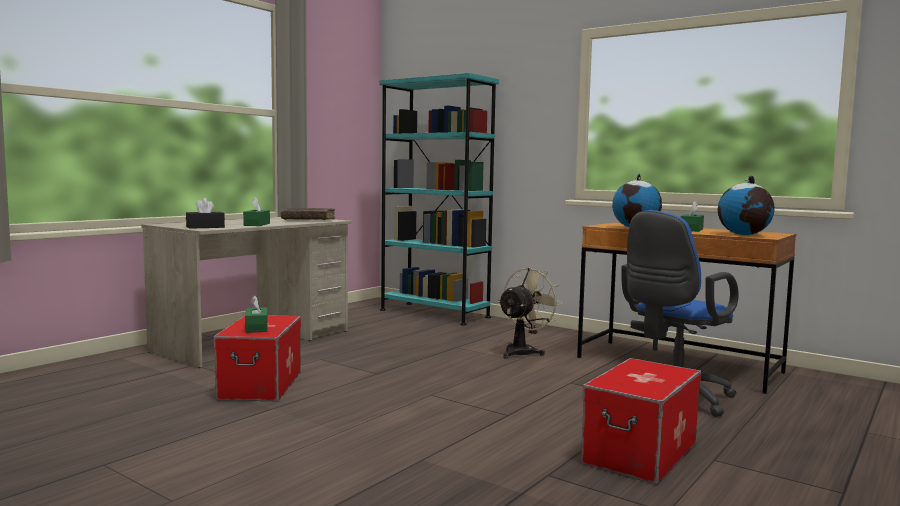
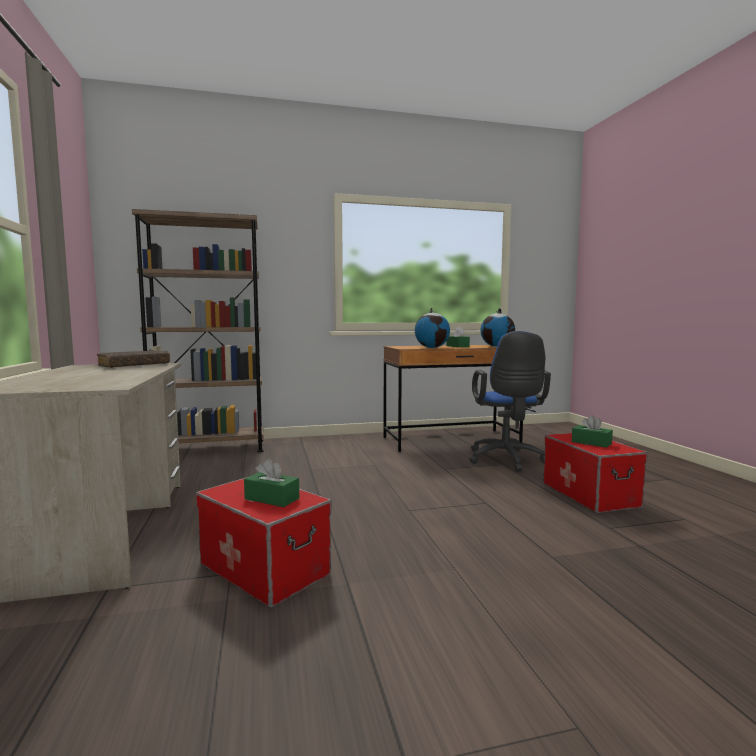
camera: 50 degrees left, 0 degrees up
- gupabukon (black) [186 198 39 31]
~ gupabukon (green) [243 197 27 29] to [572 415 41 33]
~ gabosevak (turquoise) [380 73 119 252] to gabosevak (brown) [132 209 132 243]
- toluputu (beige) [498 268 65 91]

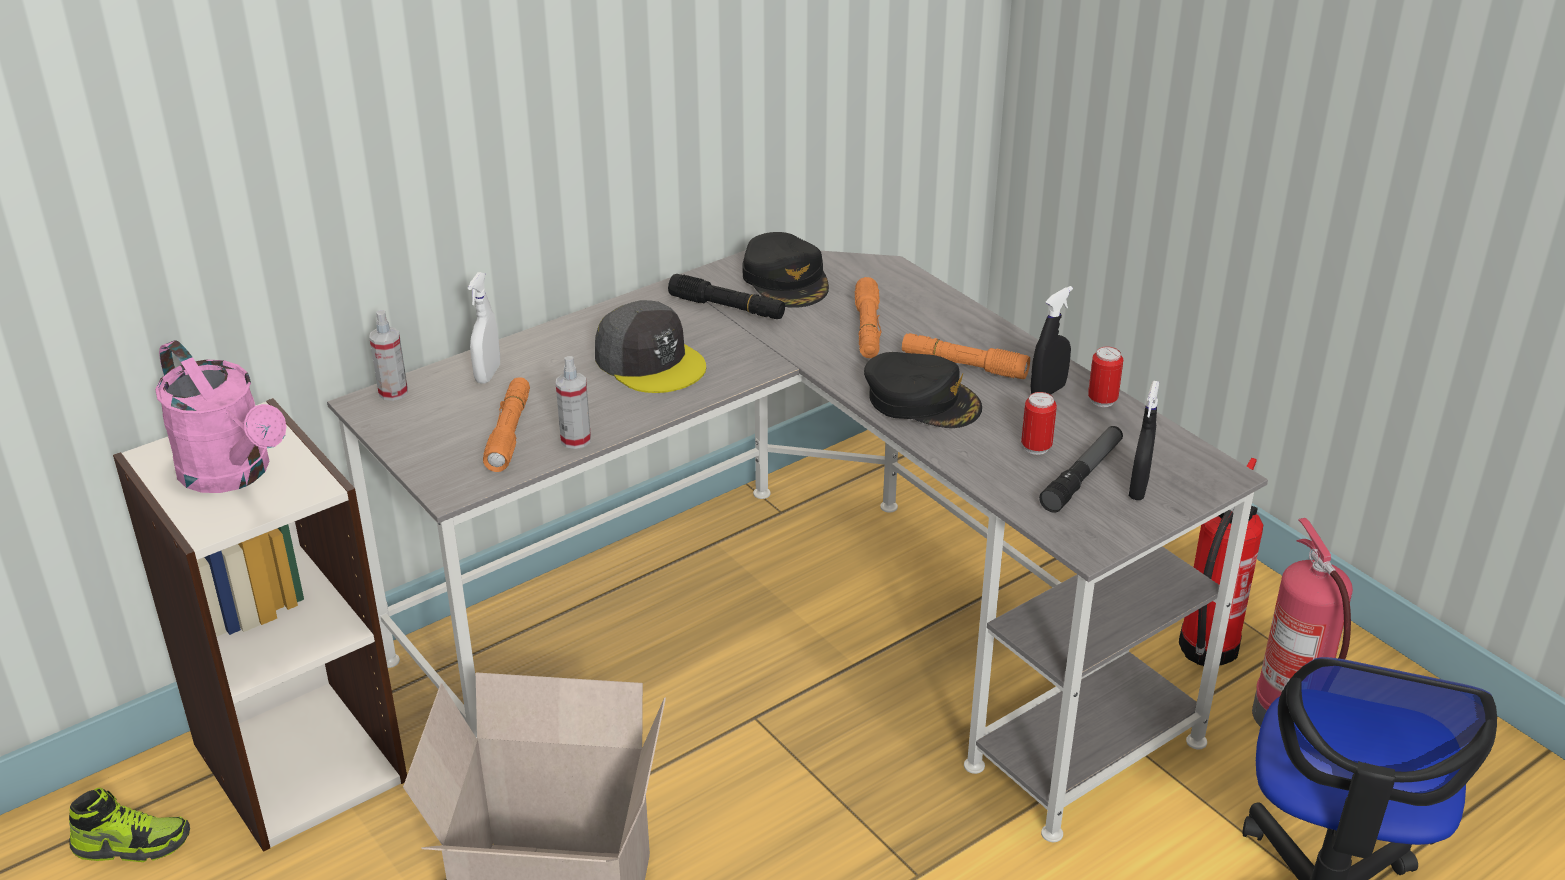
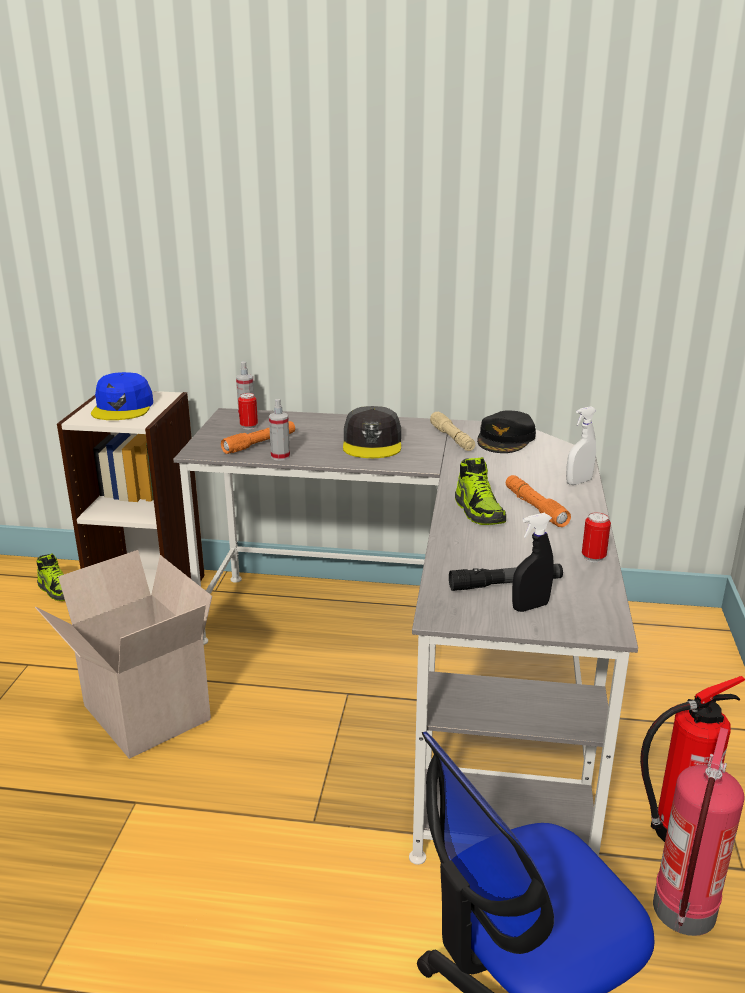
camera: 45 degrees right, 10 degrees down
~ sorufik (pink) [155 340 131 153] to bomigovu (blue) [91 372 62 48]
~ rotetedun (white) [468 272 32 112] to [566 406 30 79]
~ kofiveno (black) [668 274 117 45] to kofiveno (beige) [430 412 45 39]
- kofiveno (orange) [855 277 27 81]
~ bomigovu (black) [864 352 118 76] to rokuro [455 457 51 68]
~ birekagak [1021 392 36 63] to [238 393 20 36]
- rotetedun (black) [1031 286 42 109]

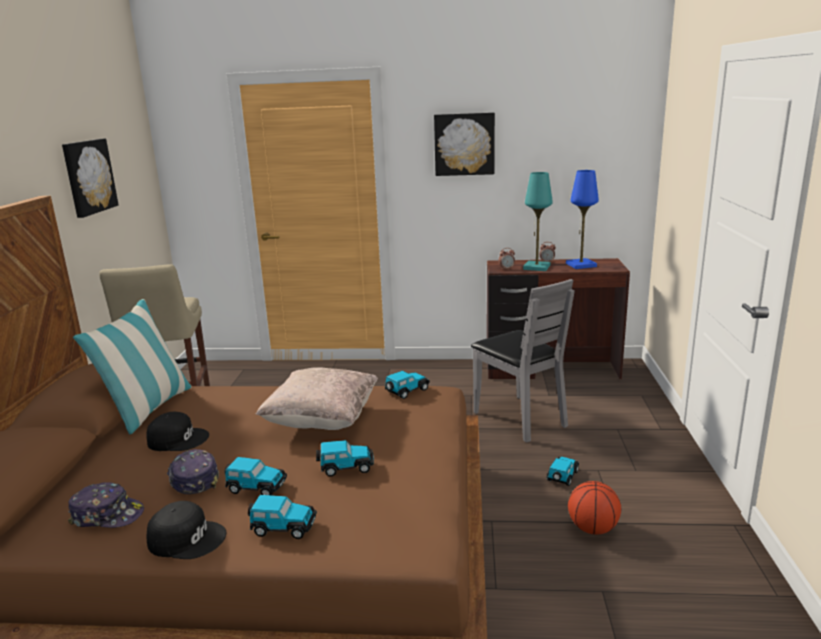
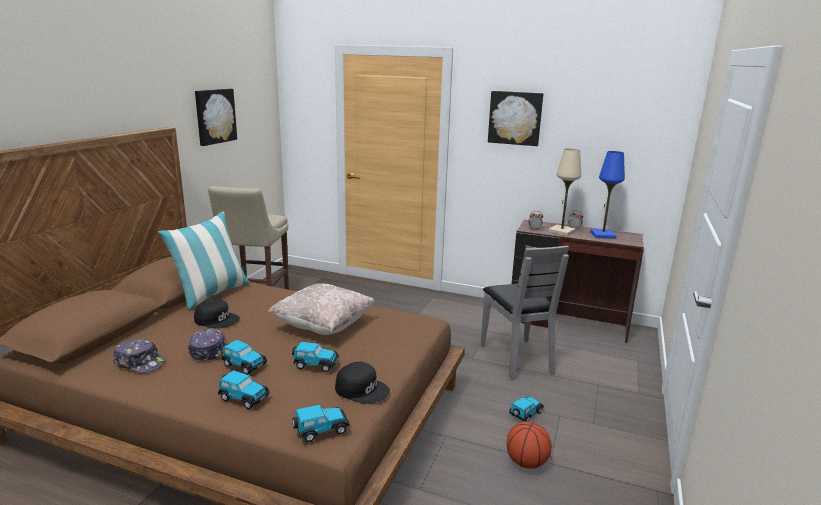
camera: 15 degrees right, 0 degrees up
~ bomigovu (black) [146 501 80 58] to [335 362 55 42]
~ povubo [385 371 45 28] to [292 404 57 38]
~ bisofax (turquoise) [523 172 30 99] to bisofax (beige) [548 148 33 88]

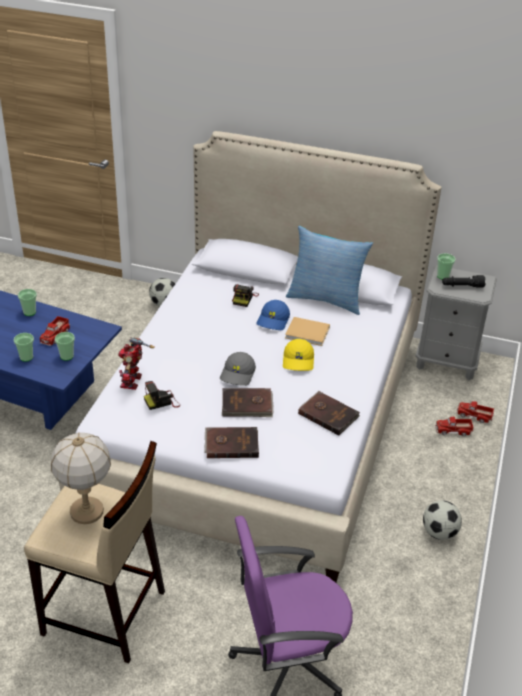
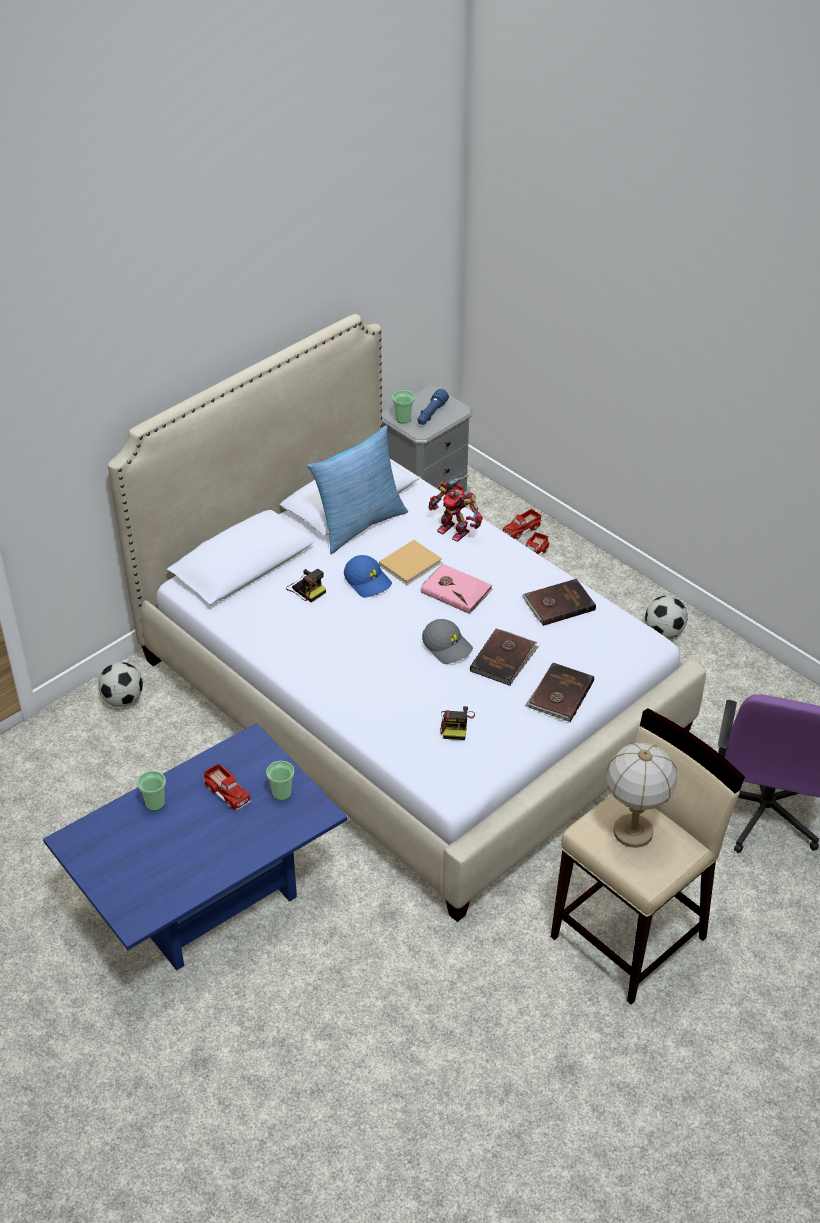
camera: 60 degrees left, 5 degrees up
- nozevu [14 333 20 29]
~ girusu [118 338 37 52] to [428 475 55 67]
~ bomigovu (yellow) [283 339 31 32] to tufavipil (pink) [421 563 72 51]
~ kofiveno (black) [442 275 44 12] to kofiveno (blue) [417 389 32 36]

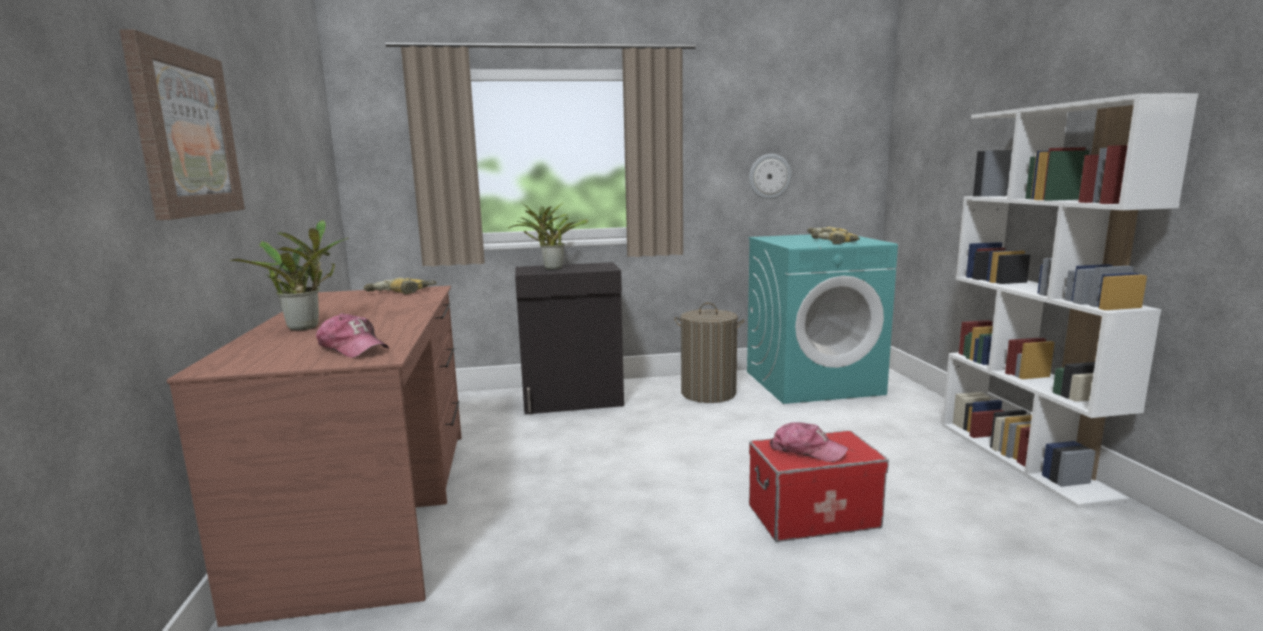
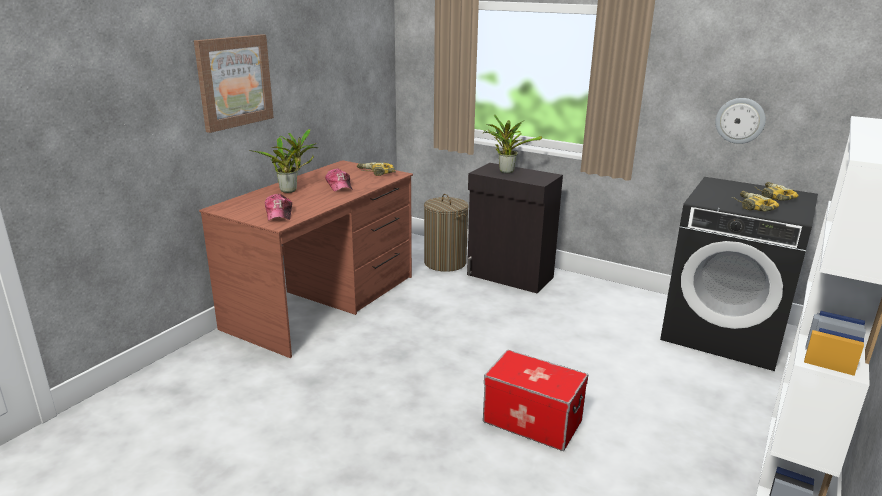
camera: 40 degrees right, 10 degrees up
~ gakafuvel [674 302 71 101] to [424 194 44 78]
~ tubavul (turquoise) [747 234 151 170] to tubavul (black) [660 177 158 194]
~ bomigovu [770 422 78 40] to [325 168 28 24]

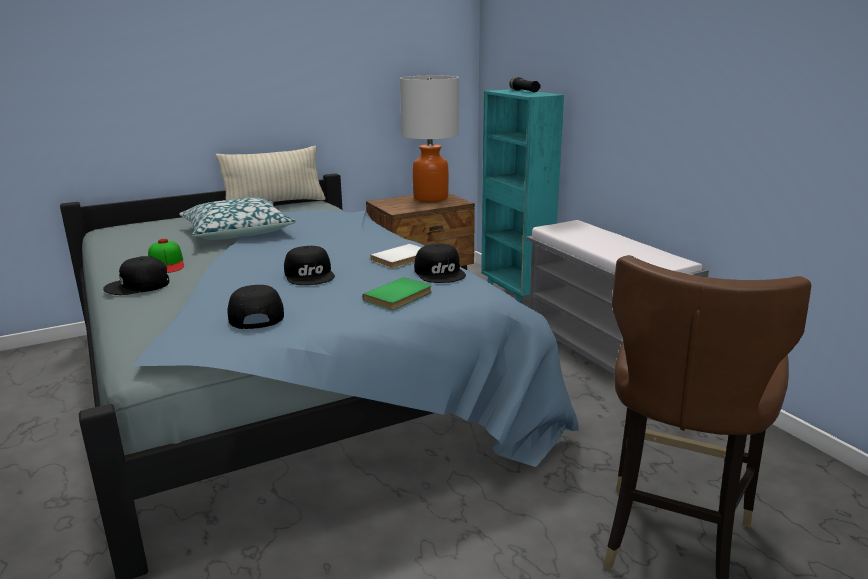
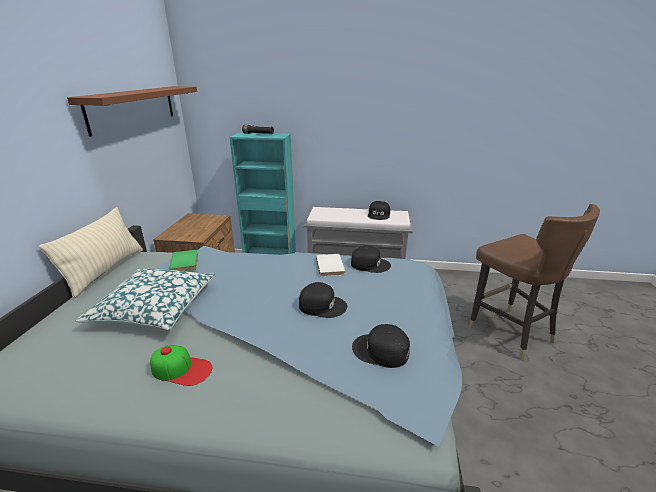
camera: 55 degrees left, 5 degrees up
~ bomigovu (black) [103 256 66 39] to [368 201 22 19]
~ tufavipil (green) [363 277 69 33] to [169 250 29 21]
- bisofax [400 76 59 126]
+ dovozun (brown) [67 86 130 51]

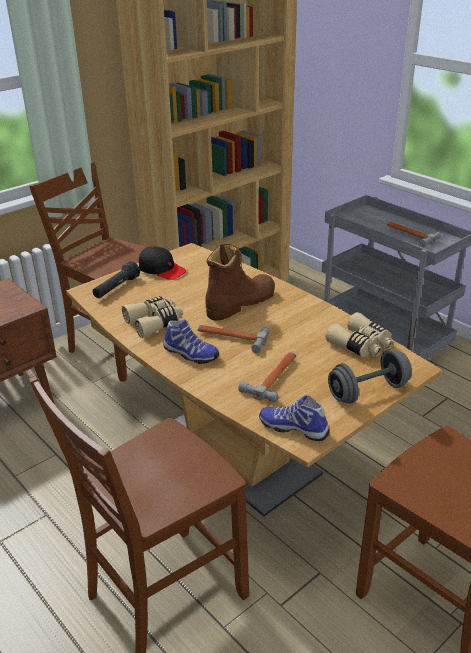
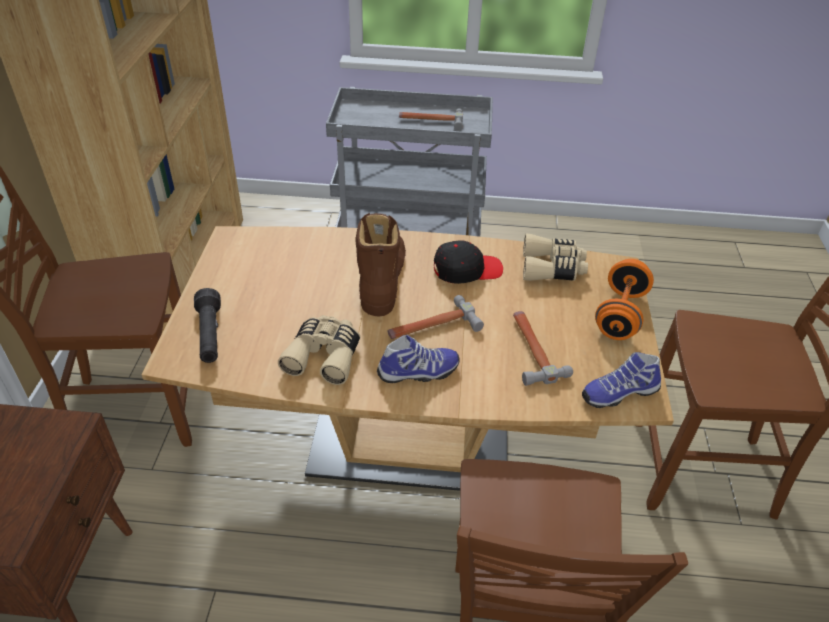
camera: 45 degrees left, 10 degrees up
~ bomigovu (black) [139 246 48 34] to [434 241 69 43]
~ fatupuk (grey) [328 349 84 55] to fatupuk (orange) [595 259 59 81]

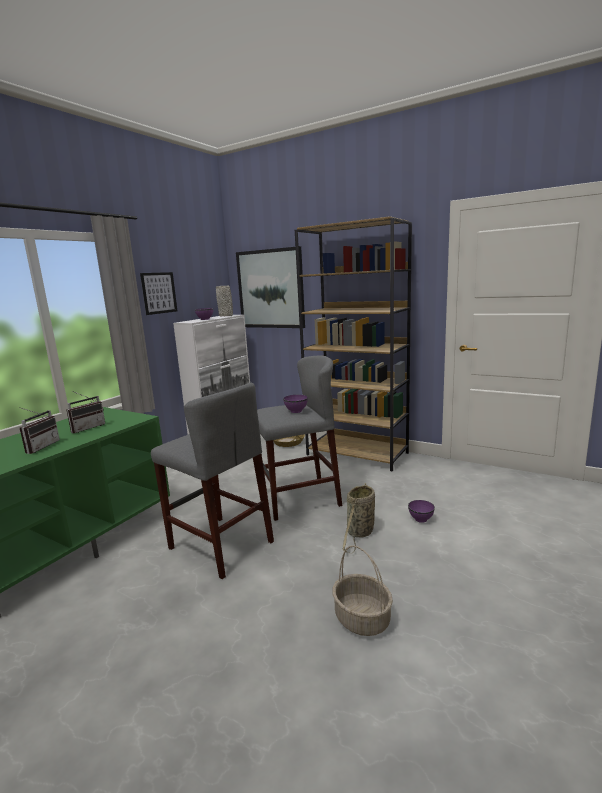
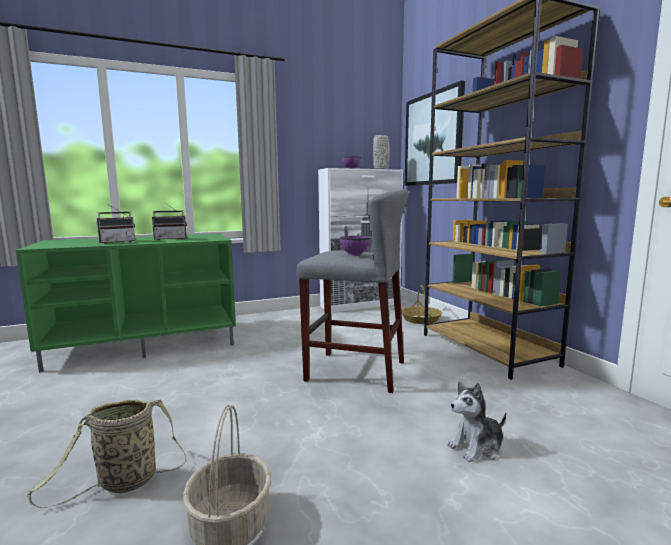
camera: 35 degrees right, 5 degrees down
- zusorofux [140 272 37 43]
- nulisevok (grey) [151 382 123 197]
~ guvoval [343 483 32 70] to [27 399 159 109]
~ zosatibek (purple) [408 500 27 23] to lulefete [447 382 59 80]

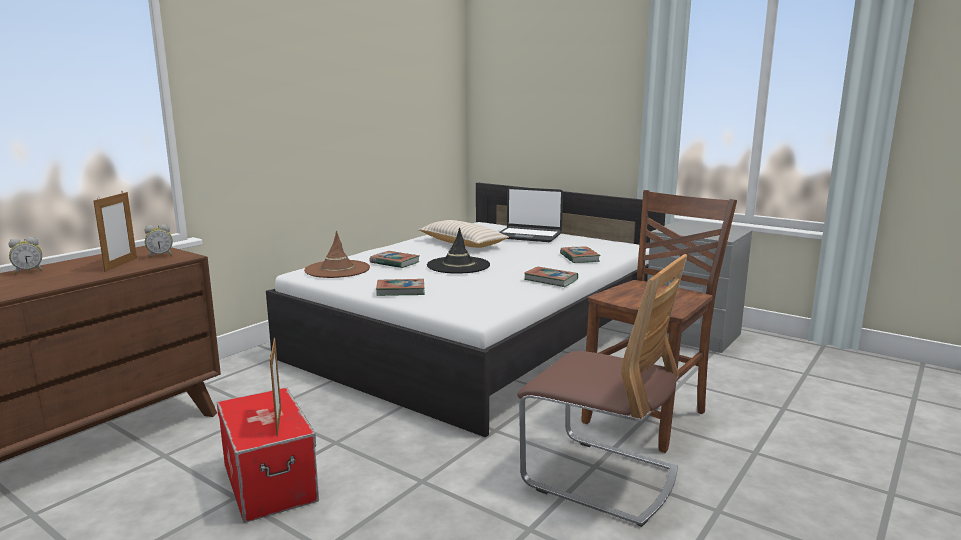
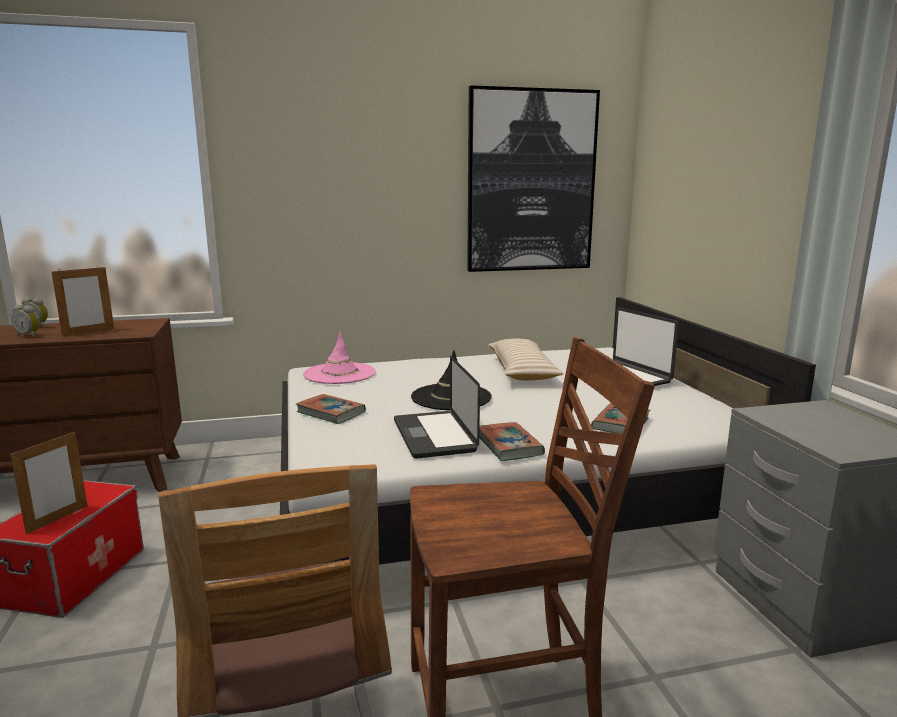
camera: 40 degrees right, 0 degrees up
~ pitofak [145 224 28 34] to [12 305 28 32]
~ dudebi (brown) [304 231 66 47] to dudebi (pink) [303 332 73 52]
- tufavipil [370 251 50 17]
+ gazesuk [394 356 86 103]
+ zusorofux [467 85 133 187]

